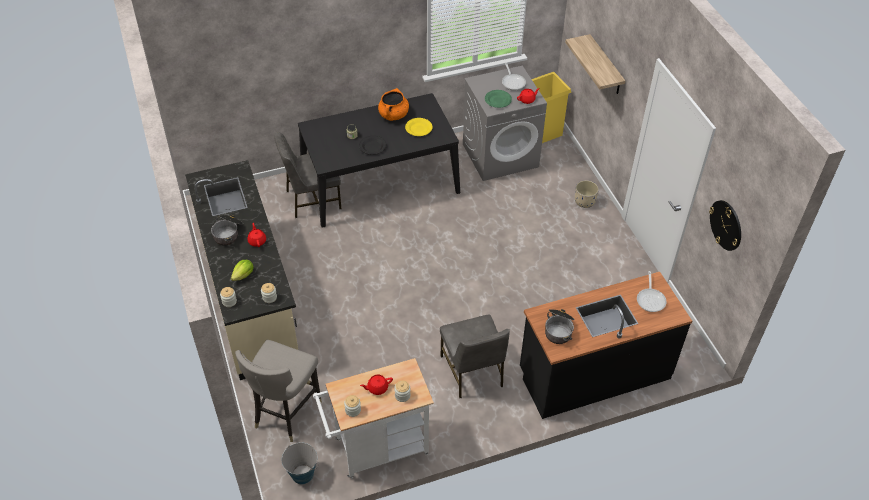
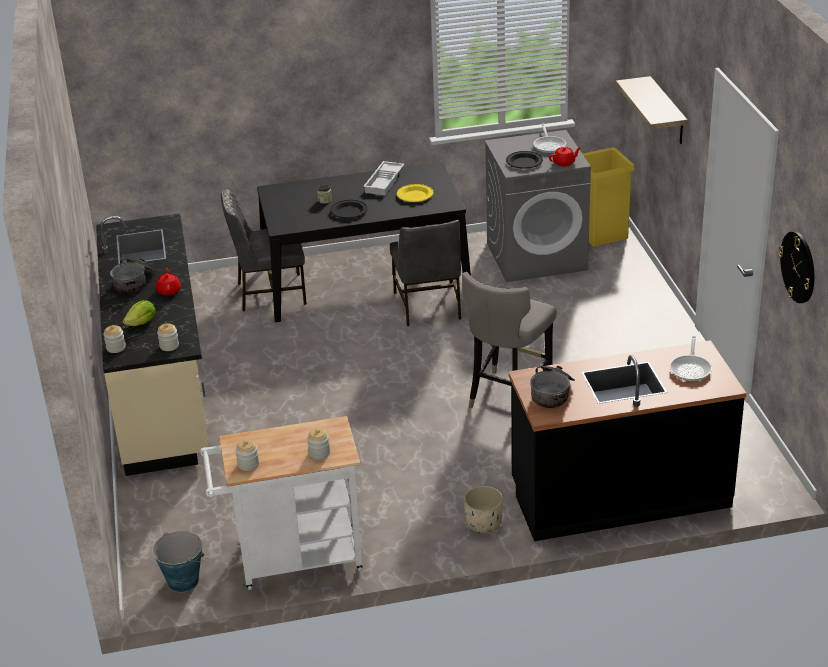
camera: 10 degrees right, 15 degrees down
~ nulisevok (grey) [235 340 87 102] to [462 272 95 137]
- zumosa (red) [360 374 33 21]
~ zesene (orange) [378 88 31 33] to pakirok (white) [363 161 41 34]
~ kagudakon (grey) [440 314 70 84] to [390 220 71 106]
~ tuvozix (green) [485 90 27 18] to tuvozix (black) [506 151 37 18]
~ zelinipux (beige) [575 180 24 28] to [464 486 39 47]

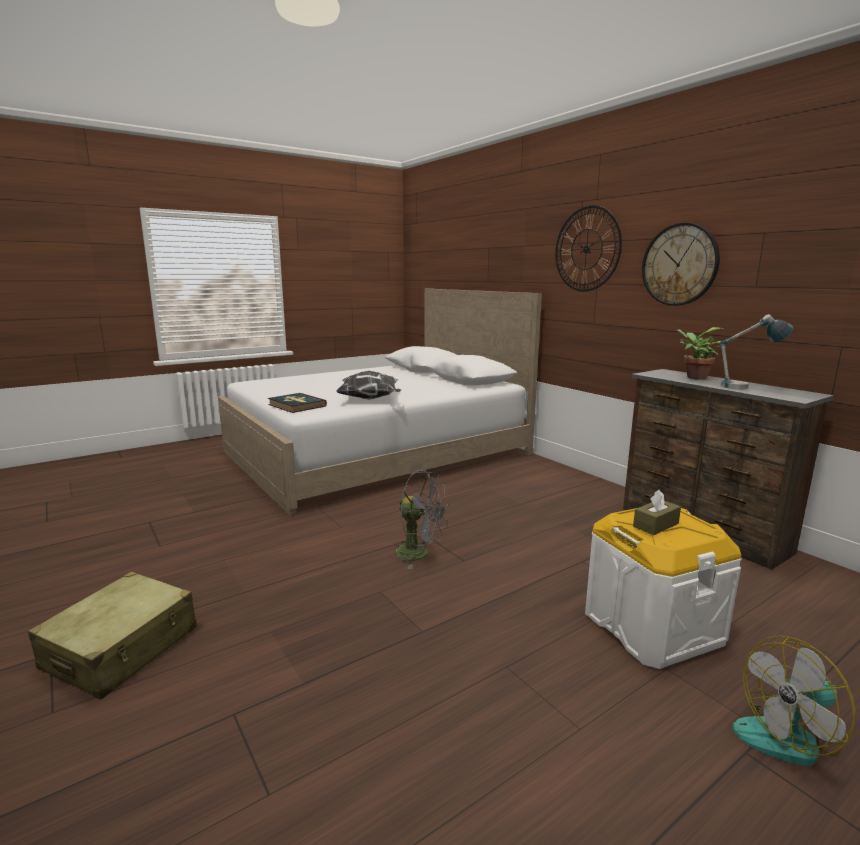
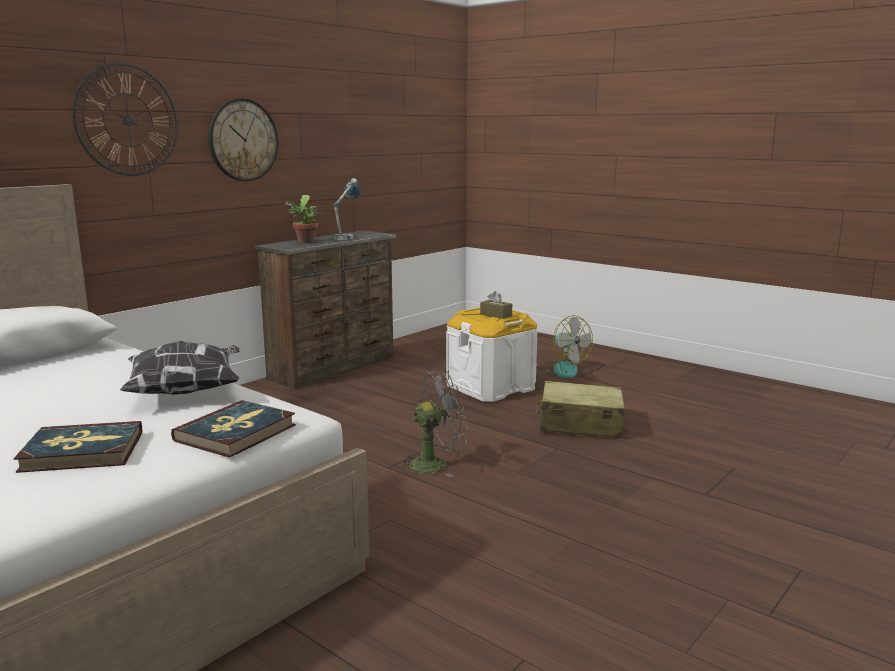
camera: 105 degrees left, 0 degrees up
~ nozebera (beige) [28 572 169 127] to [536 380 89 59]
~ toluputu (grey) [393 470 57 99] = [397 370 72 107] 60 degrees clockwise
+ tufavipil [13 421 129 52]

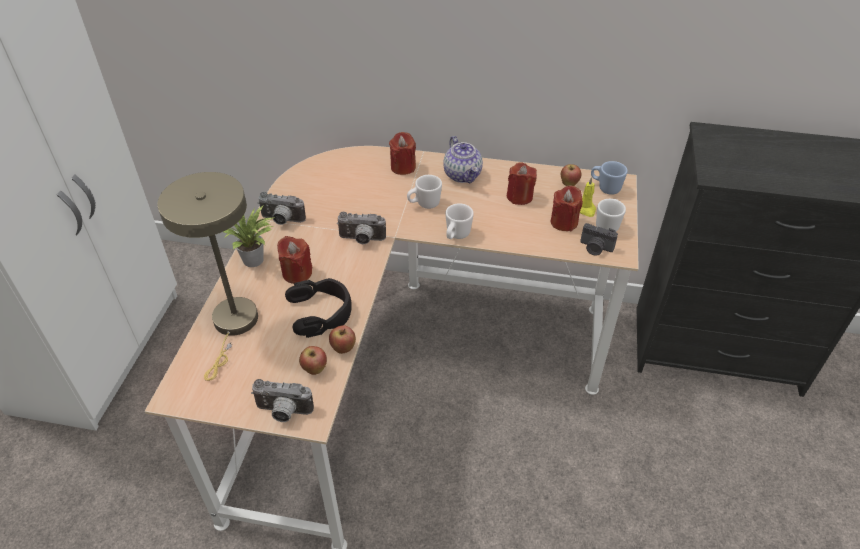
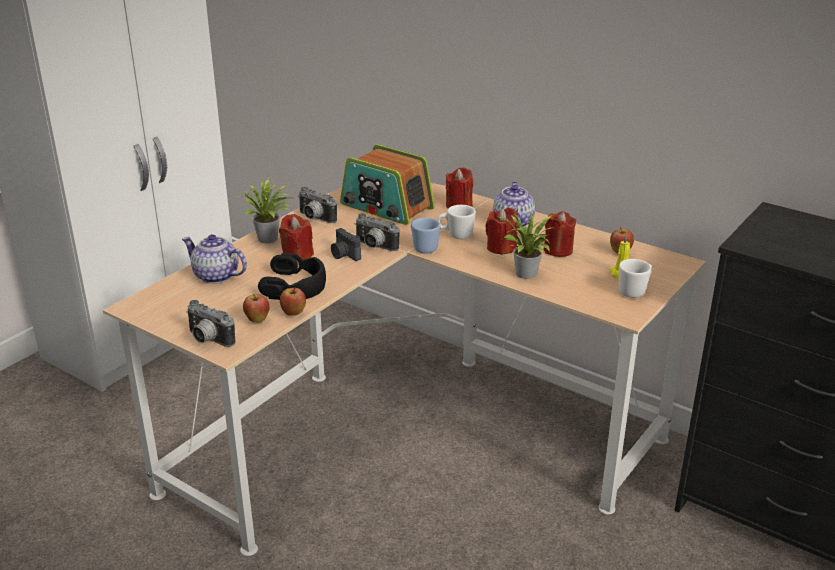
camera: 25 degrees right, 15 degrees down
~ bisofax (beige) [157 172 101 209] to zumosa [182 234 65 50]
- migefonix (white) [445 203 29 36]
~ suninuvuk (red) [551 186 32 45] to [485 208 33 47]
~ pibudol [580 223 38 33] to [331 228 30 33]
~ migefonix (blue) [591 161 37 34] to [411 218 29 35]
+ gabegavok [340 144 95 81]
+ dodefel [495 212 57 67]

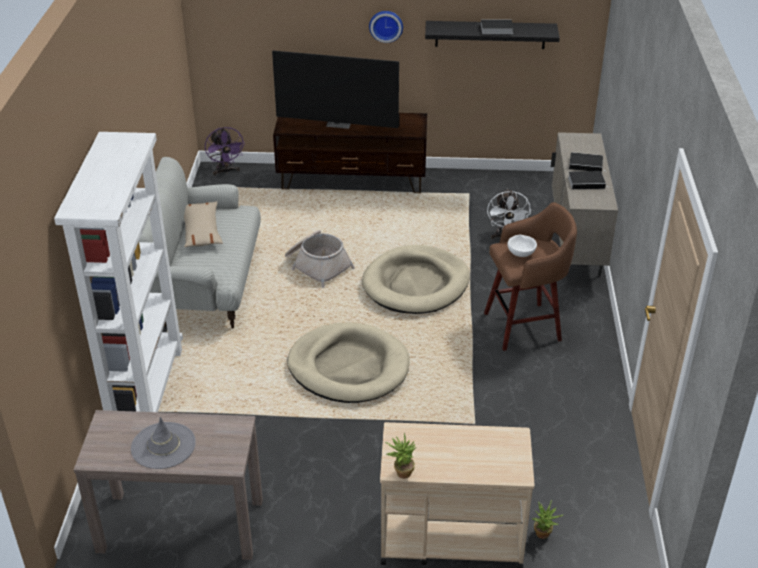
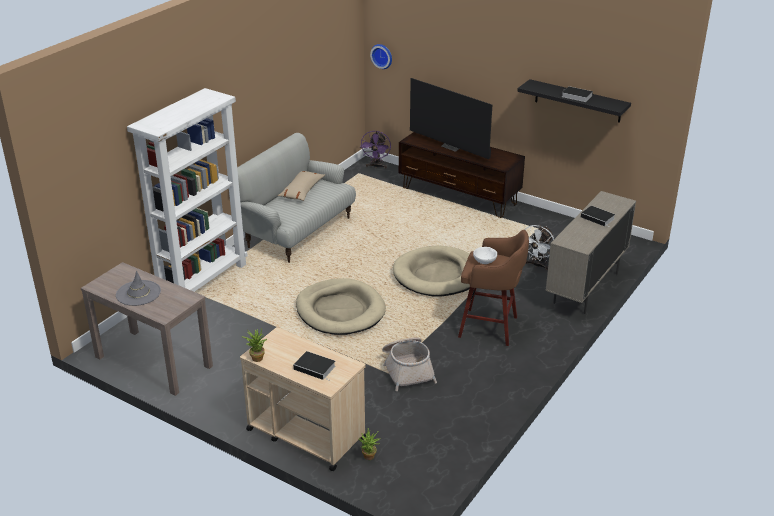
camera: 30 degrees right, 5 degrees down
~ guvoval [285 230 70 58] to [382 337 55 54]
~ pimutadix [369 11 34 32] to [370 44 22 25]
~ tufavipil [568 171 43 18] to [293 351 43 29]

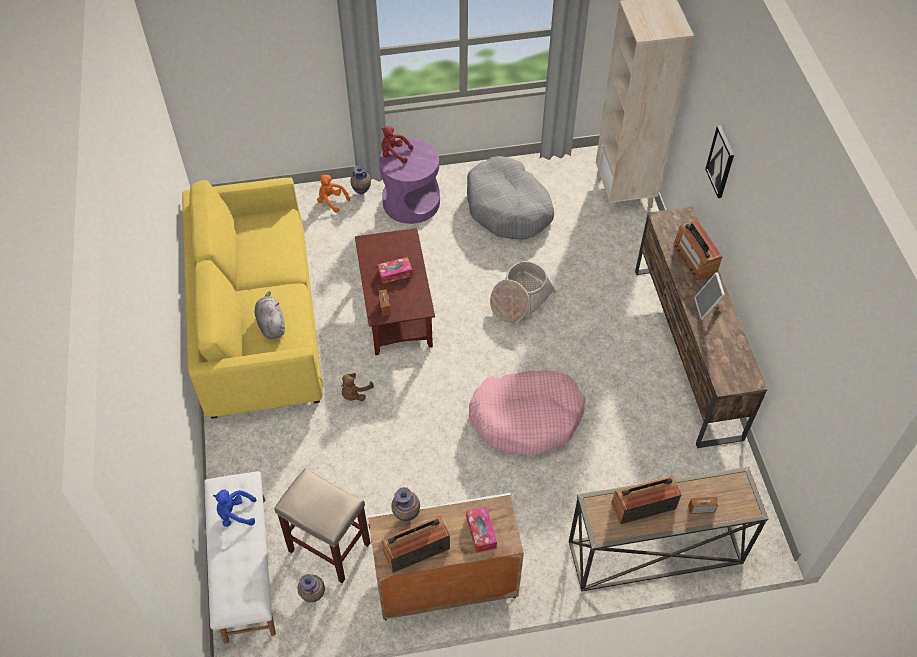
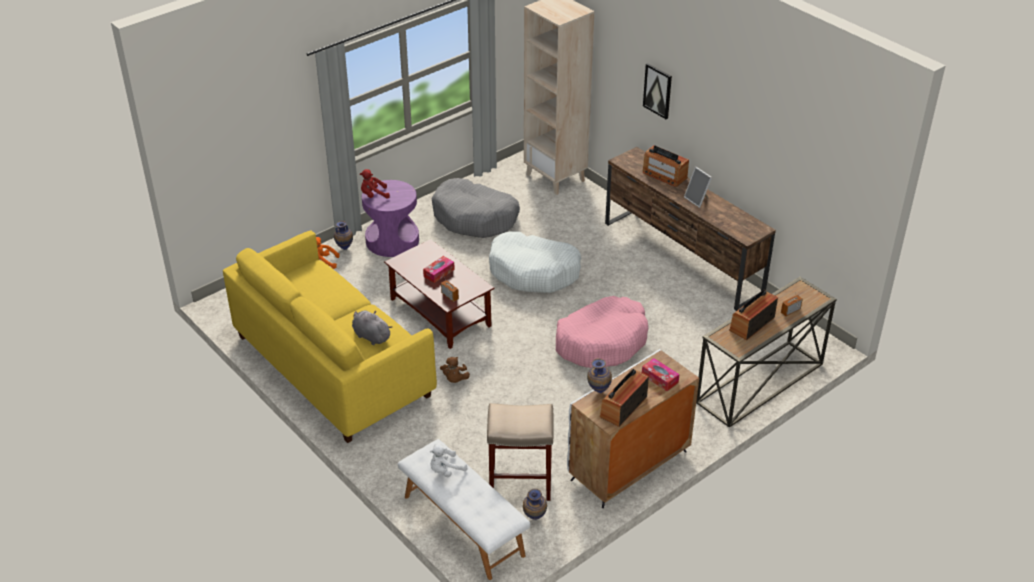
camera: 30 degrees left, 15 degrees down
~ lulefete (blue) [213 490 43 37] to lulefete (white) [429 443 38 34]
~ guvoval [490 261 66 62] to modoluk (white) [489 231 92 62]

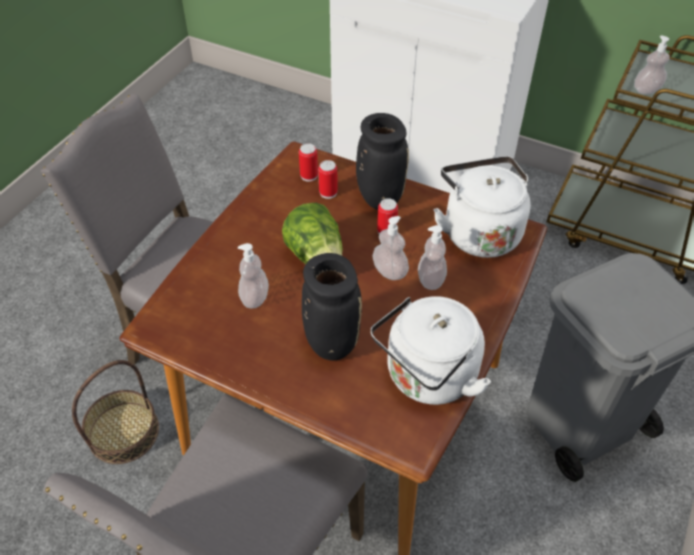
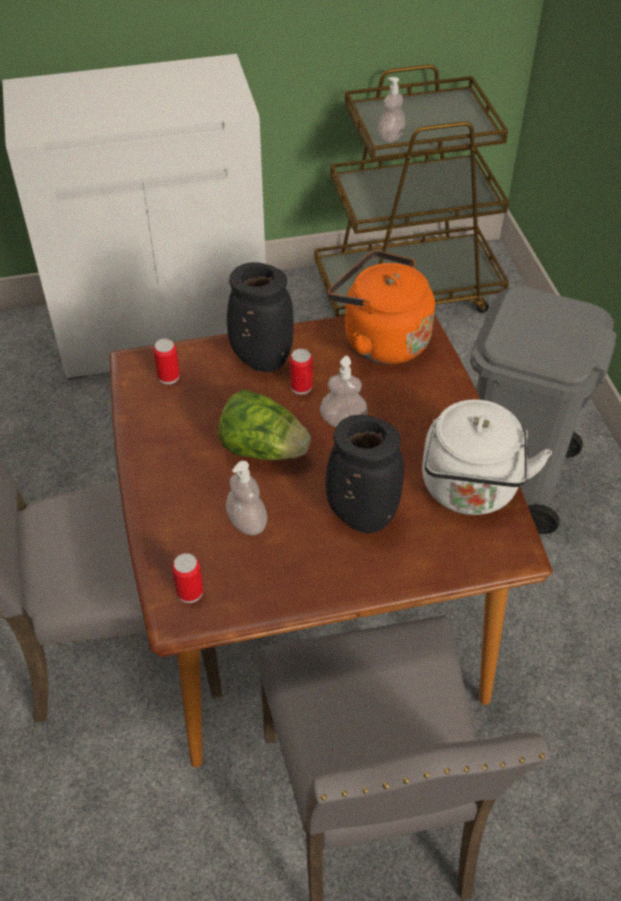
camera: 40 degrees left, 0 degrees up
- guvoval [72 360 87 104]
~ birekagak [318 160 20 39] to [172 553 31 50]
- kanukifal [418 225 29 65]
~ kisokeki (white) [433 156 98 102] to kisokeki (orange) [329 250 106 114]

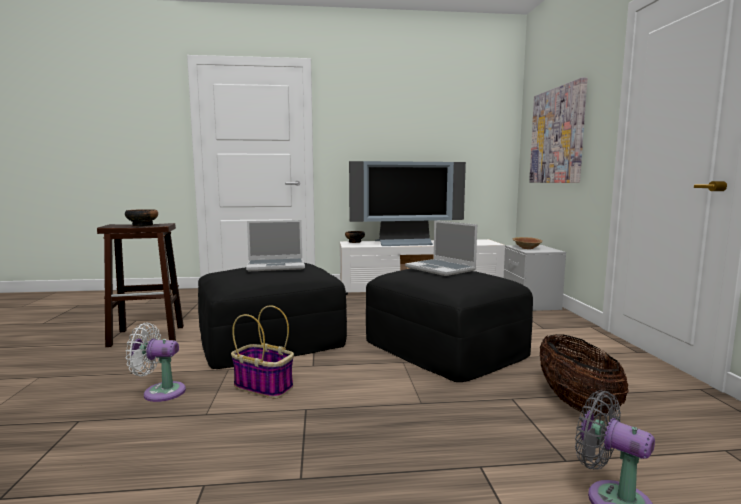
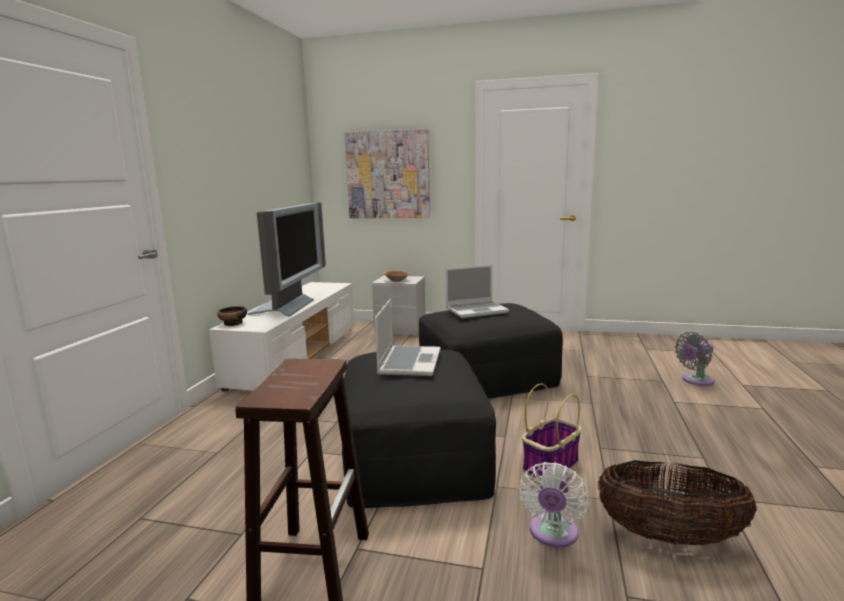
camera: 70 degrees left, 5 degrees up
- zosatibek [125 209 33 17]
~ guvoval [540 334 89 82] to [597 460 160 86]

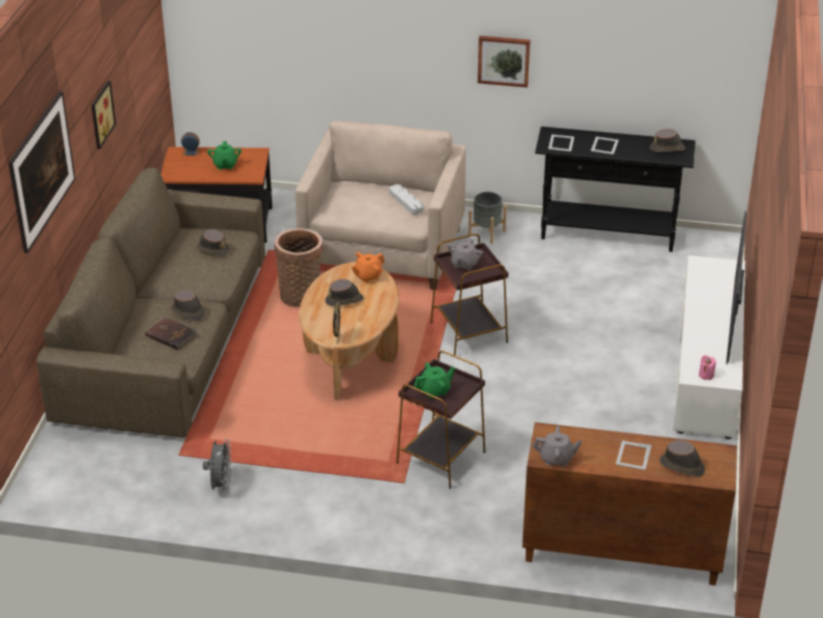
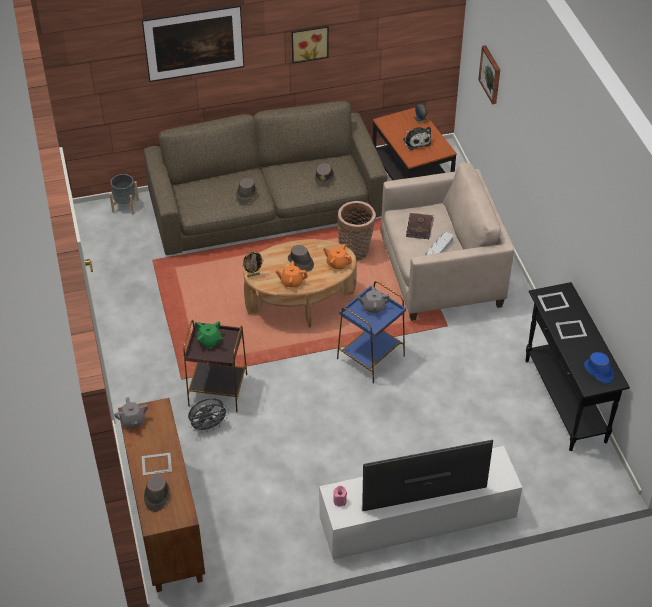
camera: 65 degrees right, 10 degrees up
~ tufavipil (brown) [145 316 52 34] to [406 213 28 26]
~ toluputu (grey) [203 439 29 54] to [188 398 41 35]
~ zumosa (green) [207 141 34 29] to lulefete [403 127 28 23]
~ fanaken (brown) [430 234 78 122] to fanaken (blue) [337 281 69 103]
~ zelinipux (grey) [468 192 39 52] to [109 174 30 40]
~ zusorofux [478 36 52 52] to [478 45 22 59]
~ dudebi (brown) [650 128 36 24] to dudebi (blue) [584 352 30 32]
+ zumosa (orange) [276 261 32 27]

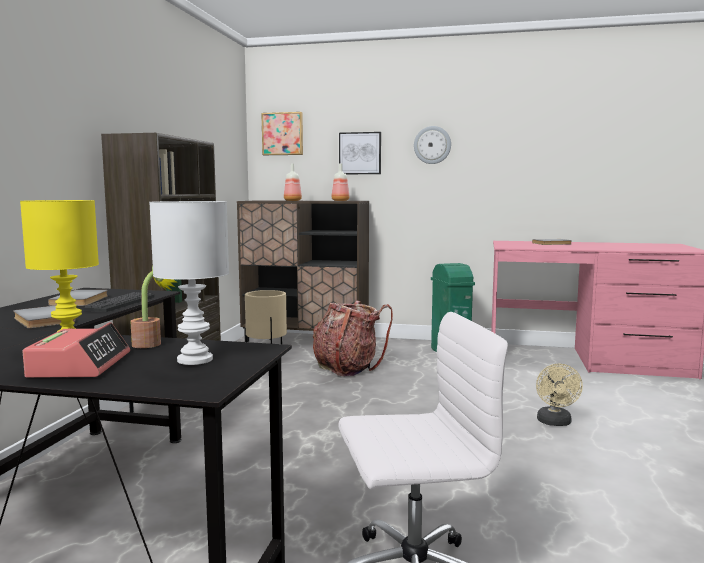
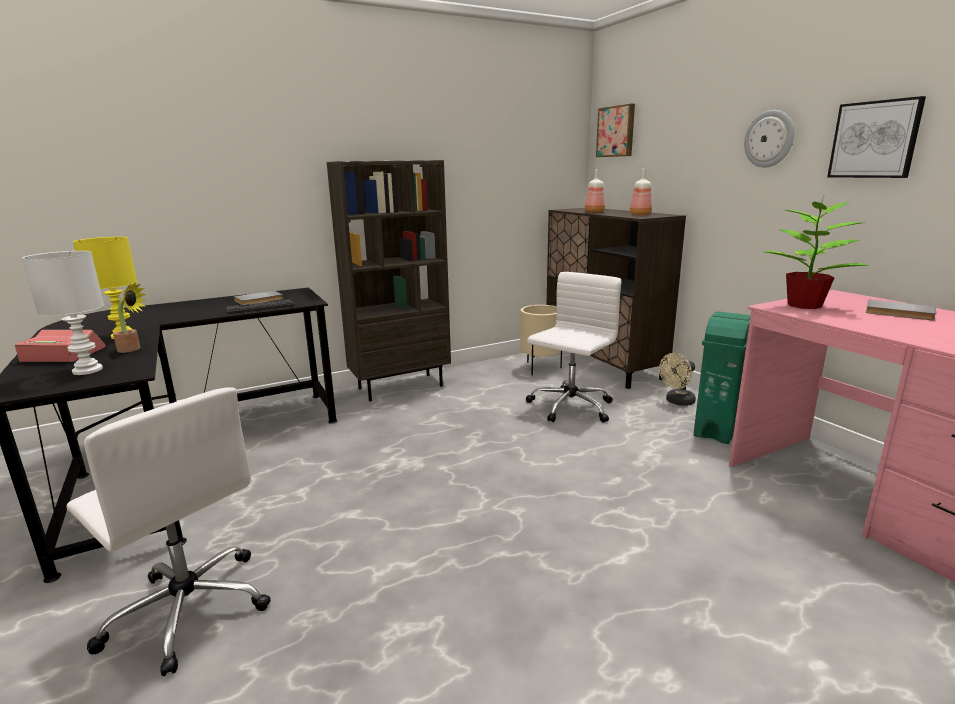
camera: 50 degrees right, 10 degrees up
- tufavipil (grey) [13 305 62 23]
~ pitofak [23 322 107 56] = [15 330 90 32] 135 degrees counterclockwise
~ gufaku [312 301 81 75] to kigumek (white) [526 272 96 151]
~ zusorofux [339 132 42 42] to [827 96 99 82]
~ toluputu (beige) [536 364 47 62] to [659 353 37 53]
+ dodefel [763 194 105 115]

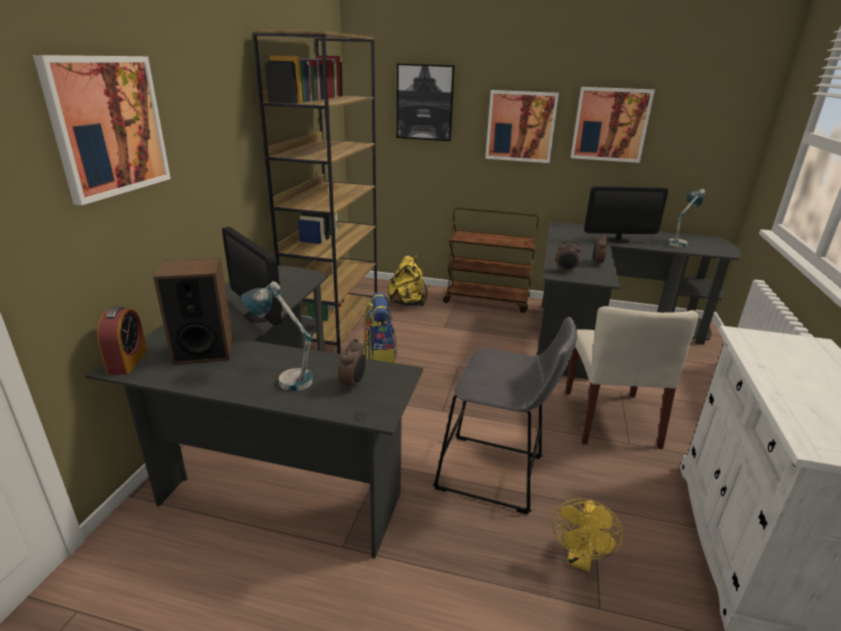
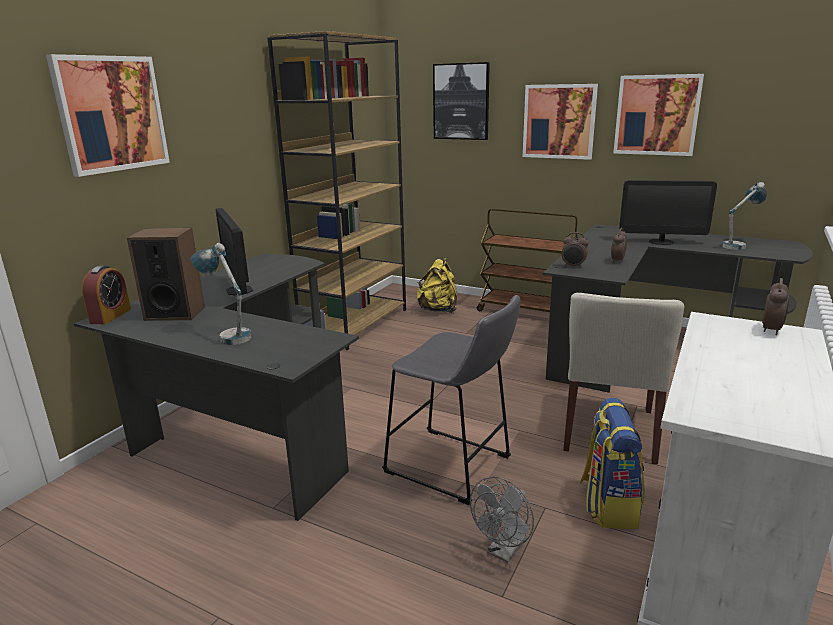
camera: 15 degrees right, 5 degrees down
~ pitofak [338 339 28 52] to [762 278 27 57]
~ gufaku [363 292 34 71] to [580 398 65 131]
~ toluputu (yellow) [552 498 71 74] to toluputu (grey) [470 477 64 86]

